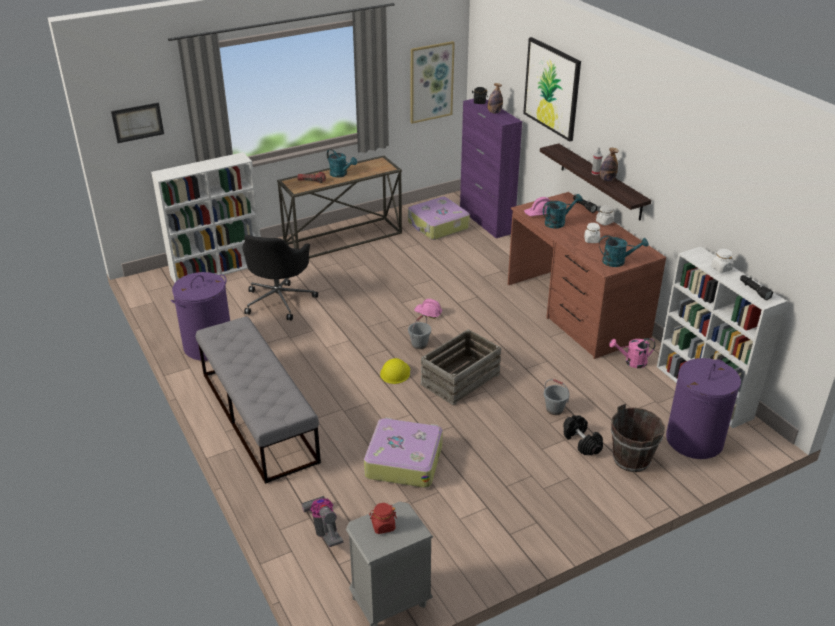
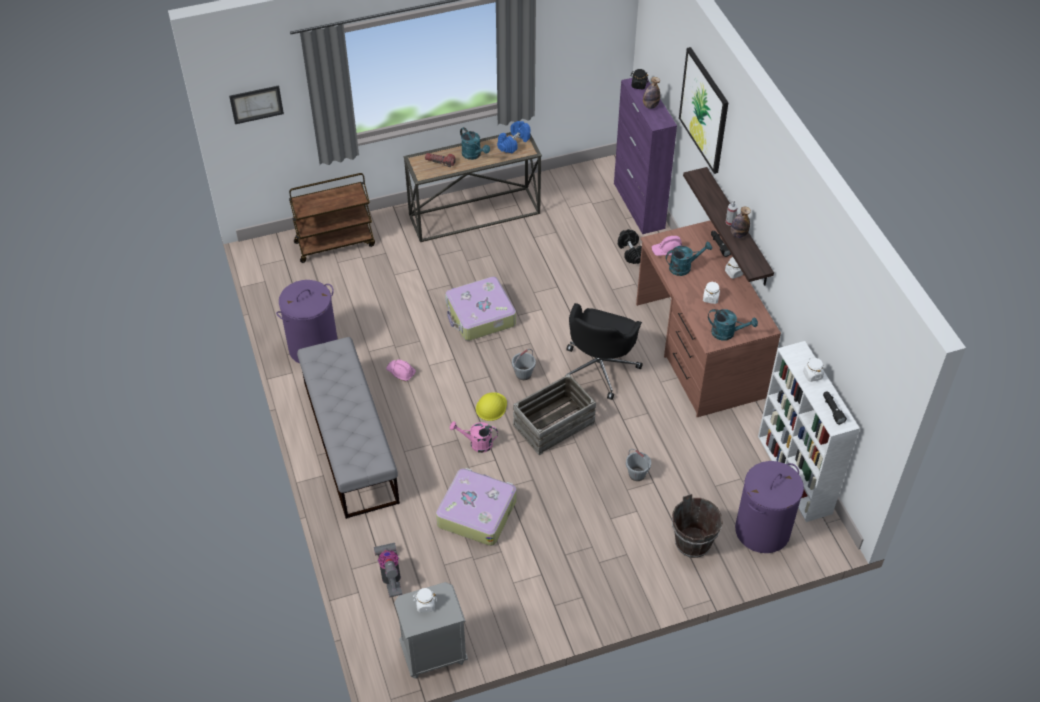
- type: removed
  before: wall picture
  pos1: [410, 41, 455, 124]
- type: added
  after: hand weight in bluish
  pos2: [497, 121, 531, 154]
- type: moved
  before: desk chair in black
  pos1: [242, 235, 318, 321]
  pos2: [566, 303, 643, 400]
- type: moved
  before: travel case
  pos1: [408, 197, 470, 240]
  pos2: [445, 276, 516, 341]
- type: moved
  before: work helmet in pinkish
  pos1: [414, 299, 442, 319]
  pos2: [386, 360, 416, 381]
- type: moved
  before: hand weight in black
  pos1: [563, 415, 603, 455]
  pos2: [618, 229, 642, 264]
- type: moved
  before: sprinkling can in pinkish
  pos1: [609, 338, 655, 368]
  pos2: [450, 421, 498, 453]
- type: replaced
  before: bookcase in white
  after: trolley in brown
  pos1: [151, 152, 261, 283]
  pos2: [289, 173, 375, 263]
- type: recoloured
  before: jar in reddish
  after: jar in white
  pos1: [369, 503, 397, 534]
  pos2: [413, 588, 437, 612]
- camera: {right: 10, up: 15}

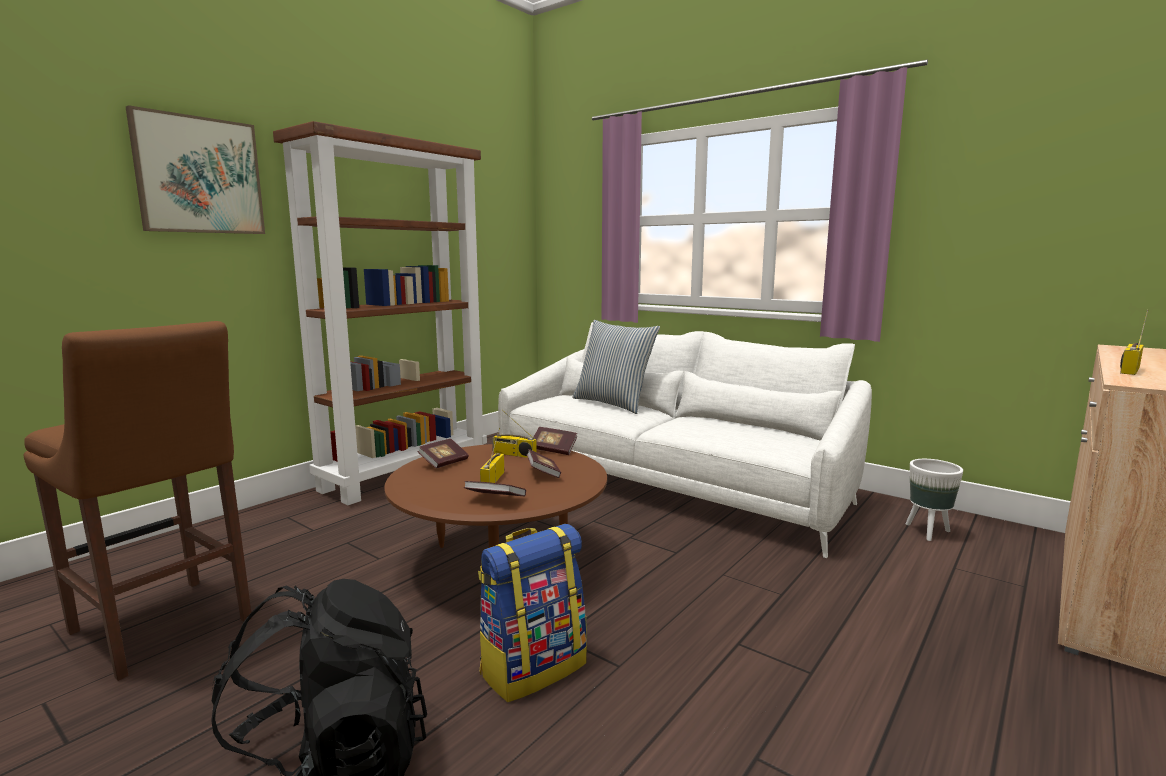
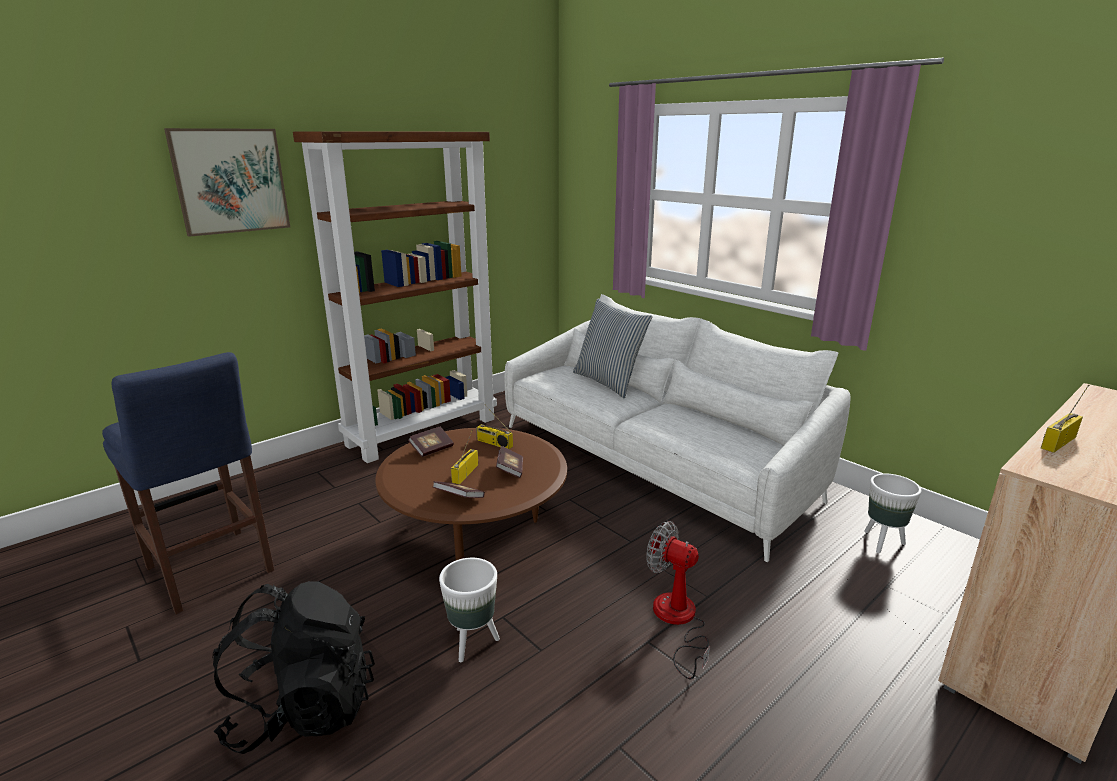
- type: removed
  before: book
  pos1: [533, 427, 577, 455]
- type: added
  after: cooling fan
  pos2: [646, 521, 710, 680]
- type: replaced
  before: rucksack
  after: planter in white
  pos1: [478, 524, 587, 702]
  pos2: [439, 558, 500, 662]
- type: recoloured
  before: sitting stool in brown
  after: sitting stool in bluish
  pos1: [24, 321, 252, 681]
  pos2: [102, 352, 274, 614]
- camera: {right: 10, up: 10}

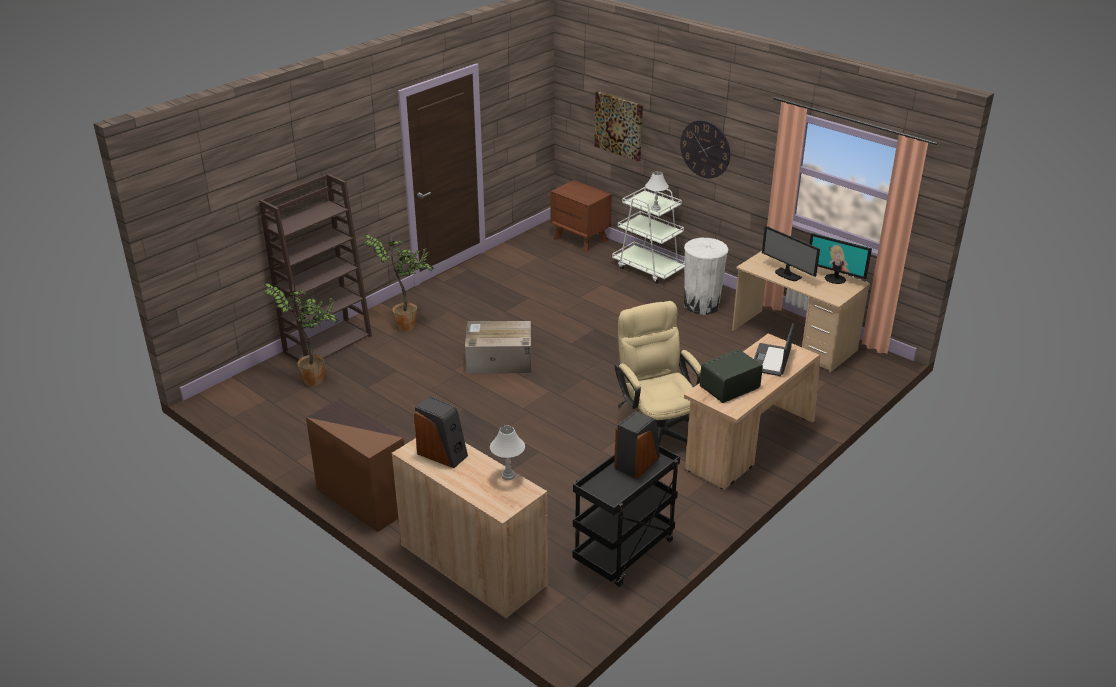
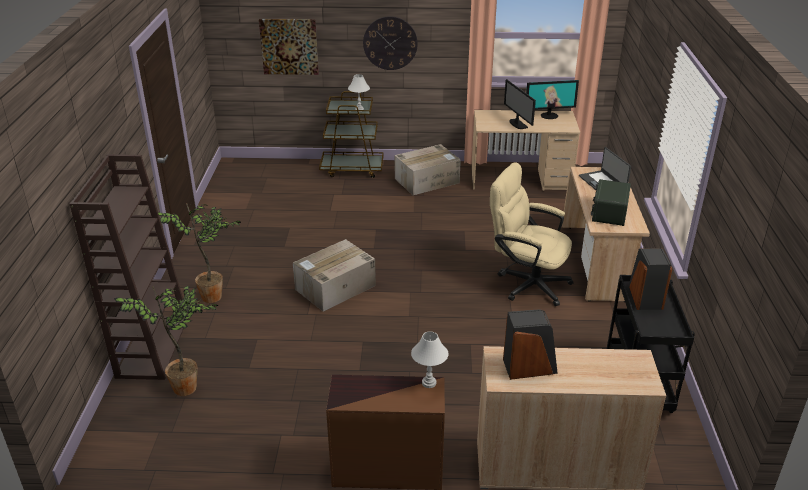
- type: removed
  before: nightstand in brown
  pos1: [550, 180, 612, 253]
- type: moved
  before: tabletop lamp in white
  pos1: [490, 426, 525, 480]
  pos2: [411, 331, 449, 388]
- type: replaced
  before: waste bin in white
  after: carton
  pos1: [684, 238, 729, 315]
  pos2: [395, 144, 461, 195]
- type: recoloured
  before: trolley in white
  after: trolley in brown
  pos1: [612, 187, 685, 284]
  pos2: [319, 91, 383, 178]
- type: turned
  before: computer display
  pos1: [762, 226, 820, 281]
  pos2: [504, 79, 536, 129]
  turn: 60
- camera: {right: -40, up: 0}

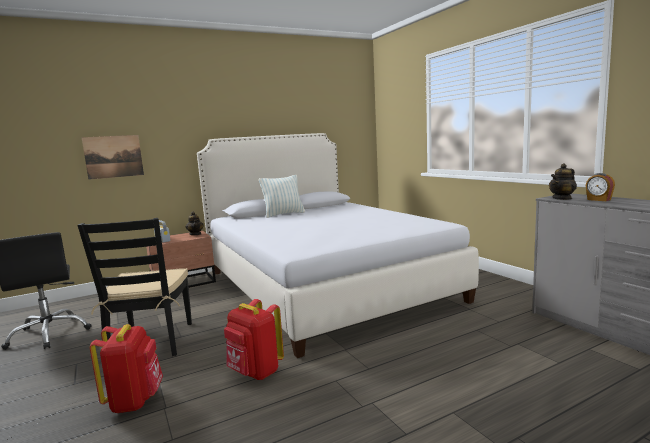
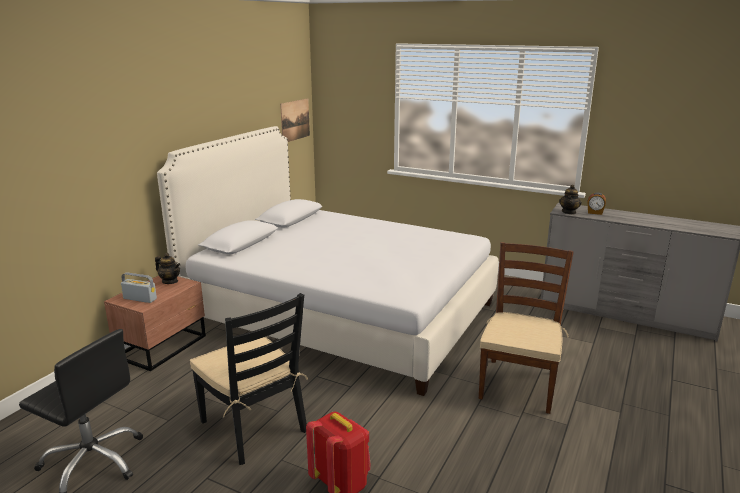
- type: removed
  before: rucksack in reddish
  pos1: [224, 299, 284, 380]
- type: removed
  before: pillow
  pos1: [259, 175, 305, 218]
- type: added
  after: chair in brown
  pos2: [479, 242, 574, 414]
- type: moved
  before: wall picture
  pos1: [81, 135, 144, 180]
  pos2: [280, 98, 310, 142]
- camera: {right: -35, up: 10}

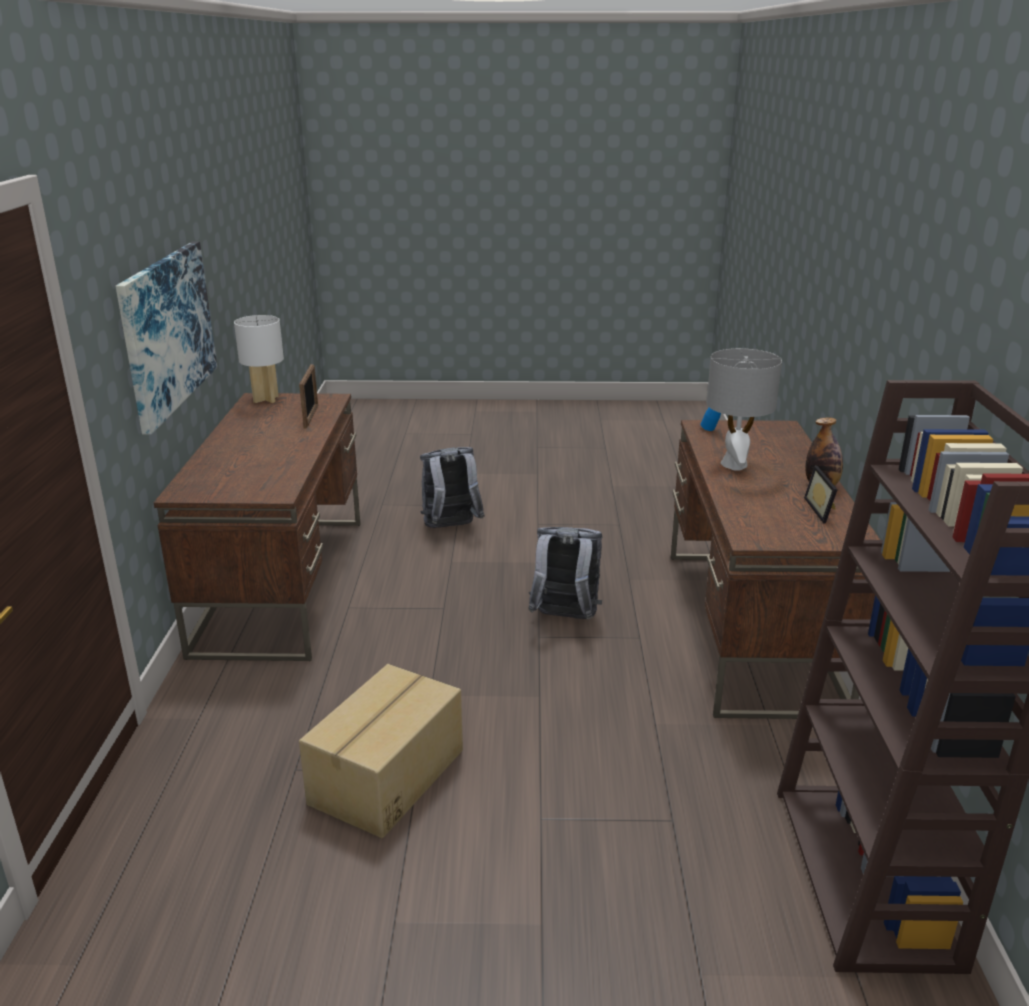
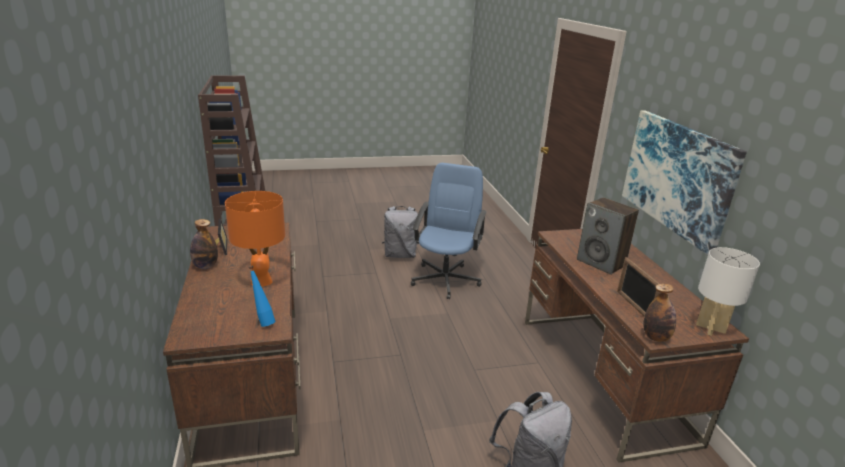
- type: added
  after: speaker
  pos2: [577, 197, 639, 275]
- type: added
  after: bottle
  pos2: [643, 283, 676, 342]
- type: moved
  before: rucksack in gray
  pos1: [528, 527, 602, 619]
  pos2: [382, 206, 419, 258]
- type: replaced
  before: carton
  after: desk chair in bluish
  pos1: [299, 664, 463, 838]
  pos2: [411, 163, 487, 299]
- type: recoloured
  before: tabletop lamp in gray
  after: tabletop lamp in orange-coloured
  pos1: [707, 348, 782, 471]
  pos2: [225, 191, 285, 287]
- camera: {right: 165, up: 0}

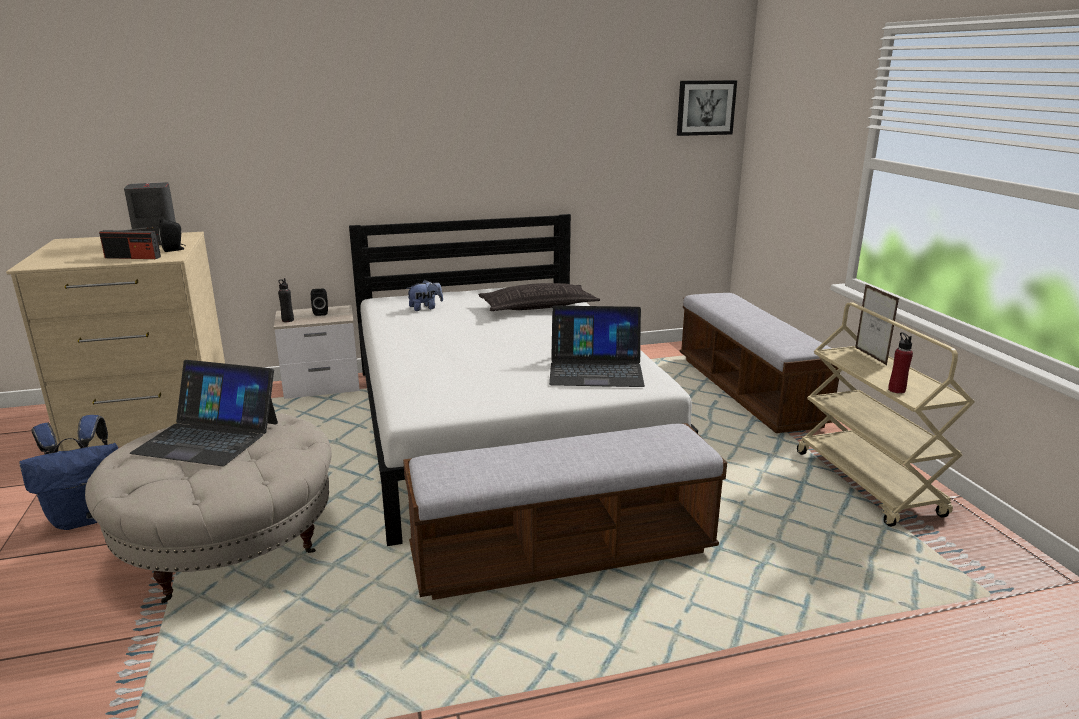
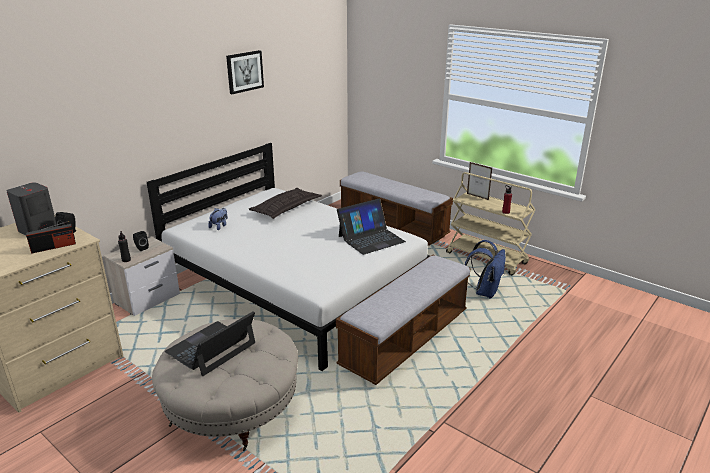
- type: moved
  before: rucksack in bluish
  pos1: [19, 415, 118, 530]
  pos2: [465, 240, 506, 298]
- type: moved
  before: wall picture
  pos1: [677, 80, 737, 136]
  pos2: [226, 50, 264, 94]
- type: turned
  before: portable computer
  pos1: [130, 360, 278, 466]
  pos2: [165, 311, 255, 376]
  turn: 150
- camera: {right: -35, up: 5}

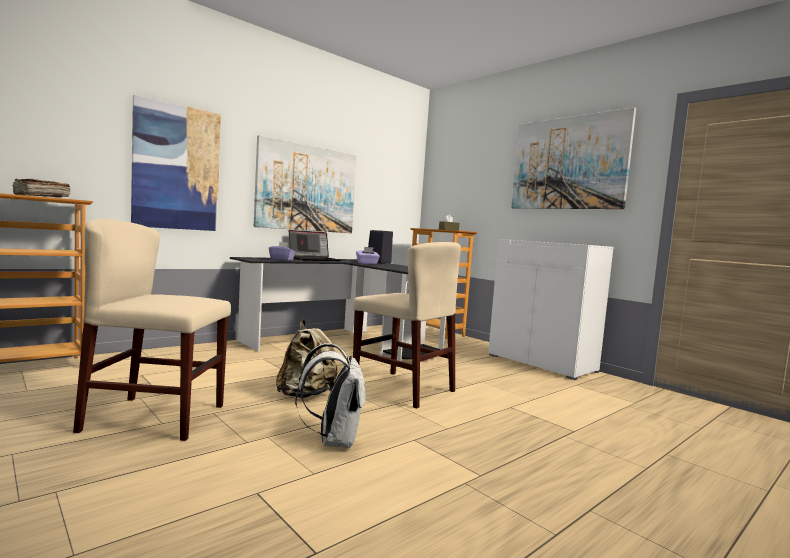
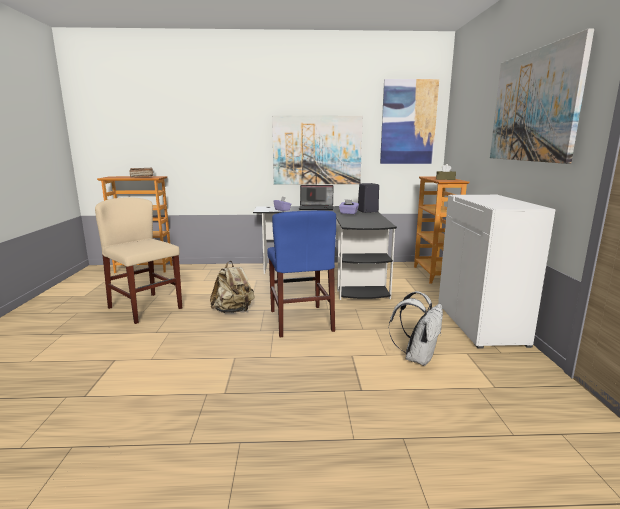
- type: moved
  before: wall picture
  pos1: [131, 95, 221, 231]
  pos2: [380, 79, 439, 164]
- type: moved
  before: rucksack in white
  pos1: [295, 343, 366, 448]
  pos2: [389, 291, 443, 366]
- type: recoloured
  before: chair in beige
  after: chair in bluish
  pos1: [353, 242, 461, 409]
  pos2: [267, 210, 336, 337]
- camera: {right: 40, up: 10}

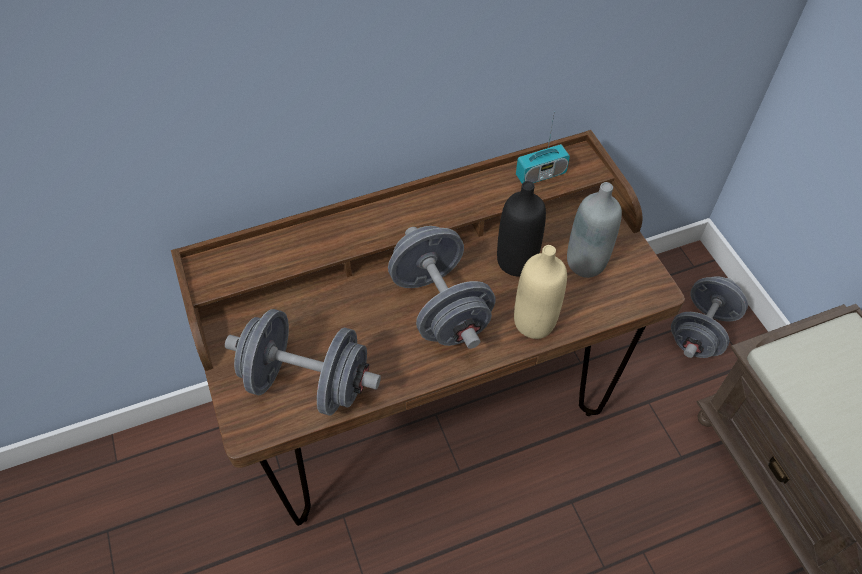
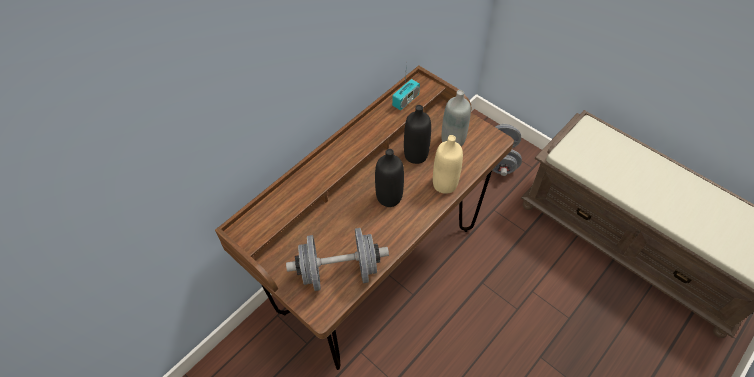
- type: replaced
  before: hand weight in gray
  after: bottle in black
  pos1: [388, 226, 495, 349]
  pos2: [375, 149, 404, 207]
- camera: {right: -25, up: 0}

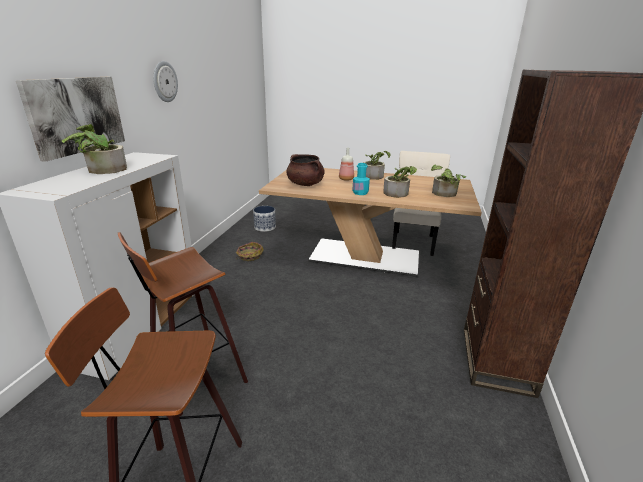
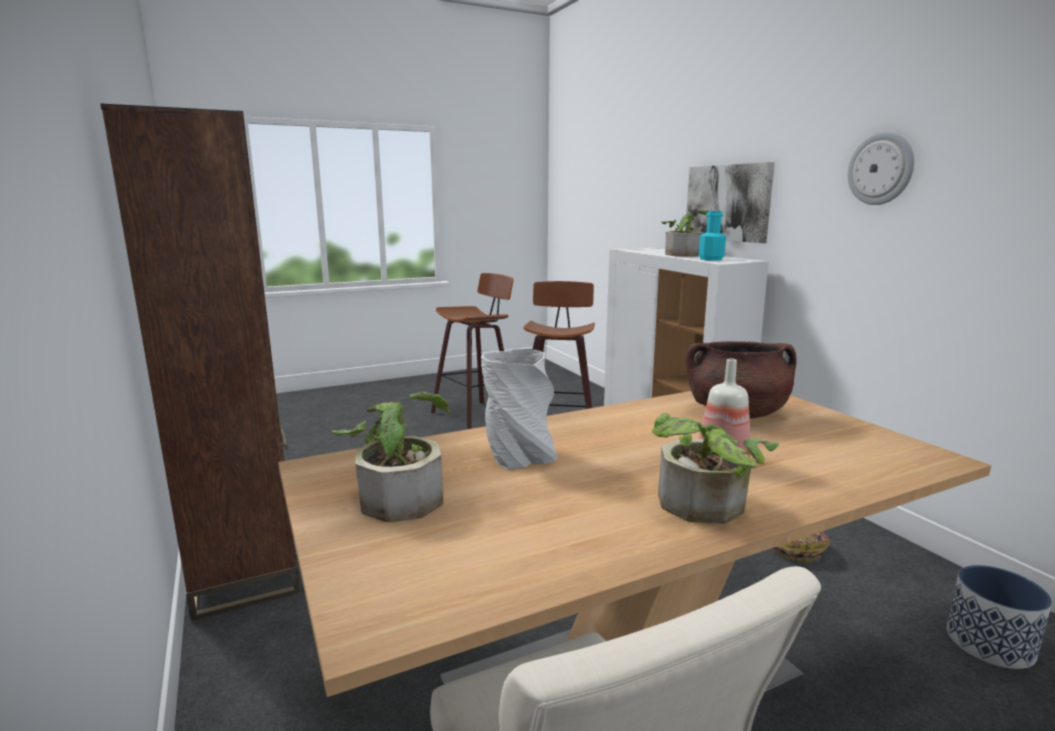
- type: moved
  before: bottle in blue-green
  pos1: [352, 163, 370, 195]
  pos2: [698, 211, 726, 261]
- type: replaced
  before: plant in a pot
  after: vase in gray
  pos1: [383, 166, 417, 198]
  pos2: [481, 348, 558, 469]
- camera: {right: 140, up: -10}

